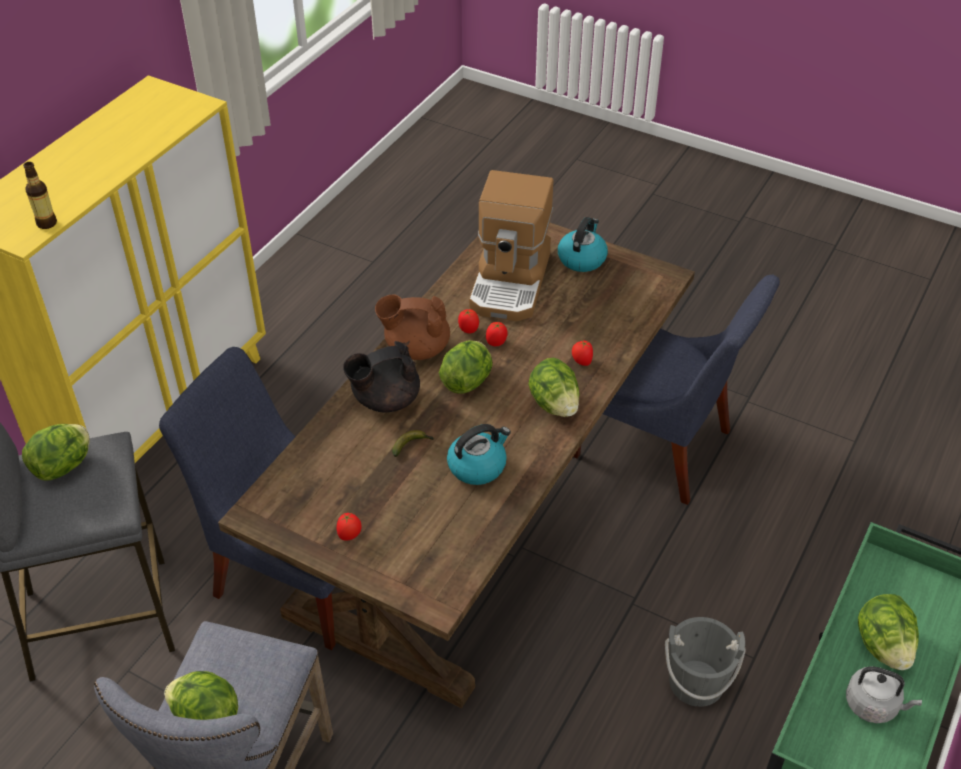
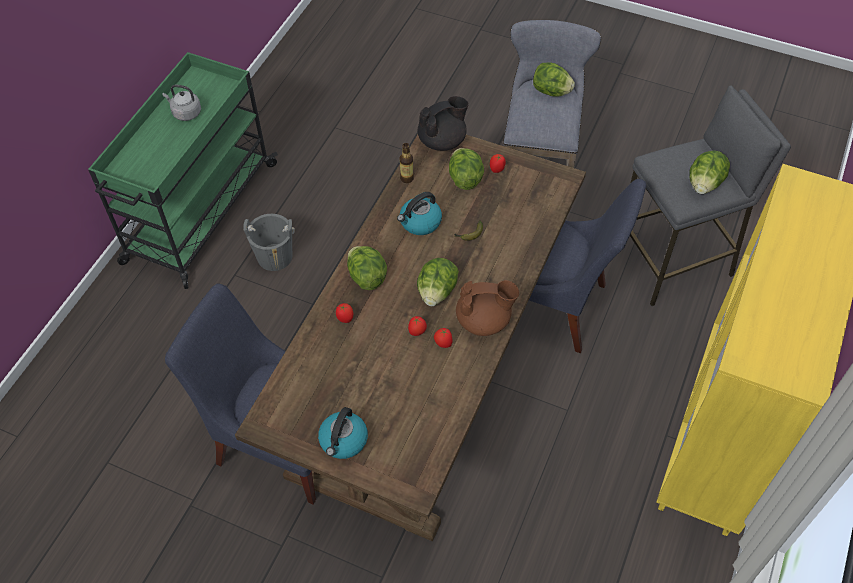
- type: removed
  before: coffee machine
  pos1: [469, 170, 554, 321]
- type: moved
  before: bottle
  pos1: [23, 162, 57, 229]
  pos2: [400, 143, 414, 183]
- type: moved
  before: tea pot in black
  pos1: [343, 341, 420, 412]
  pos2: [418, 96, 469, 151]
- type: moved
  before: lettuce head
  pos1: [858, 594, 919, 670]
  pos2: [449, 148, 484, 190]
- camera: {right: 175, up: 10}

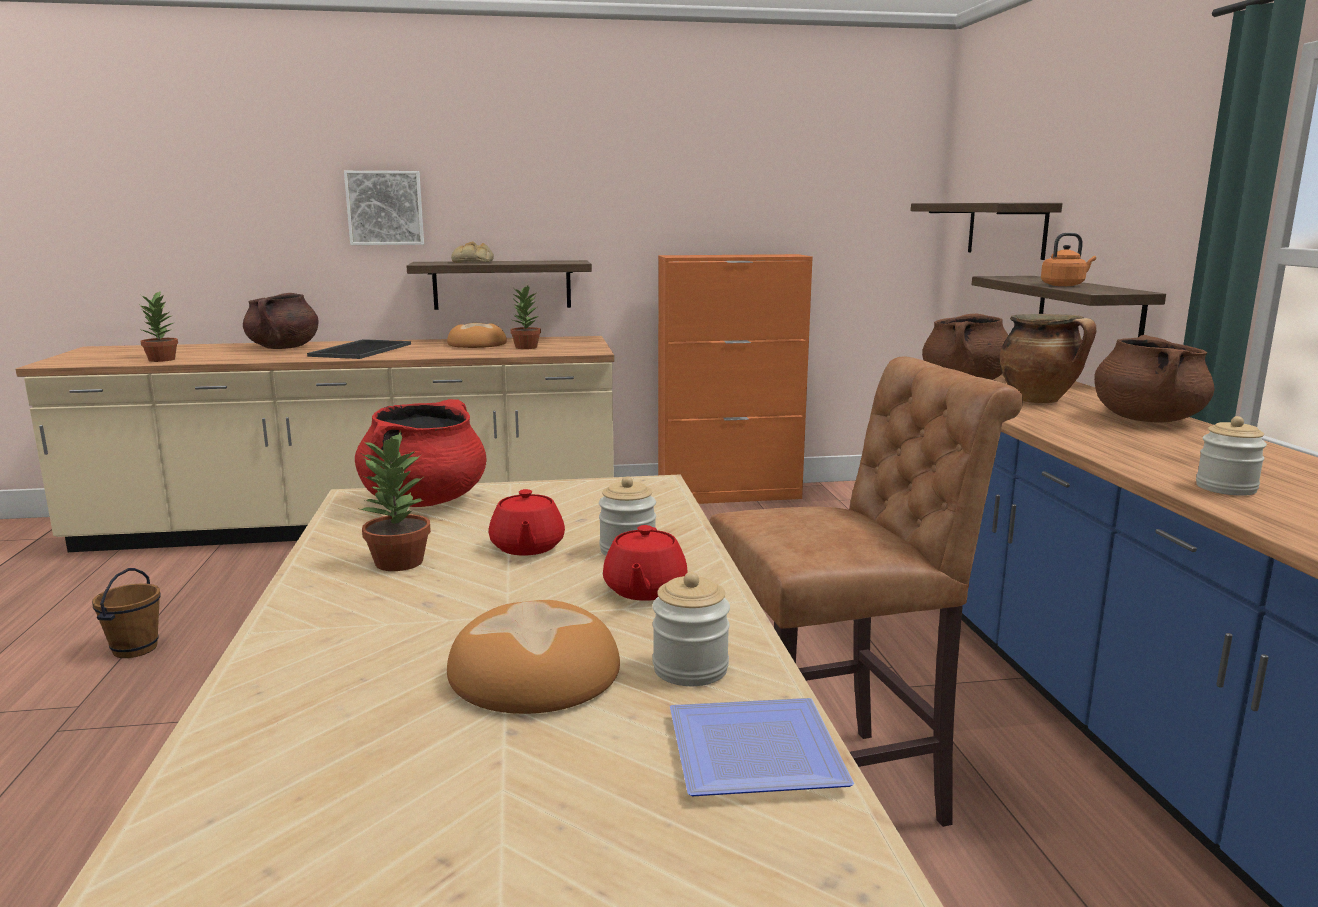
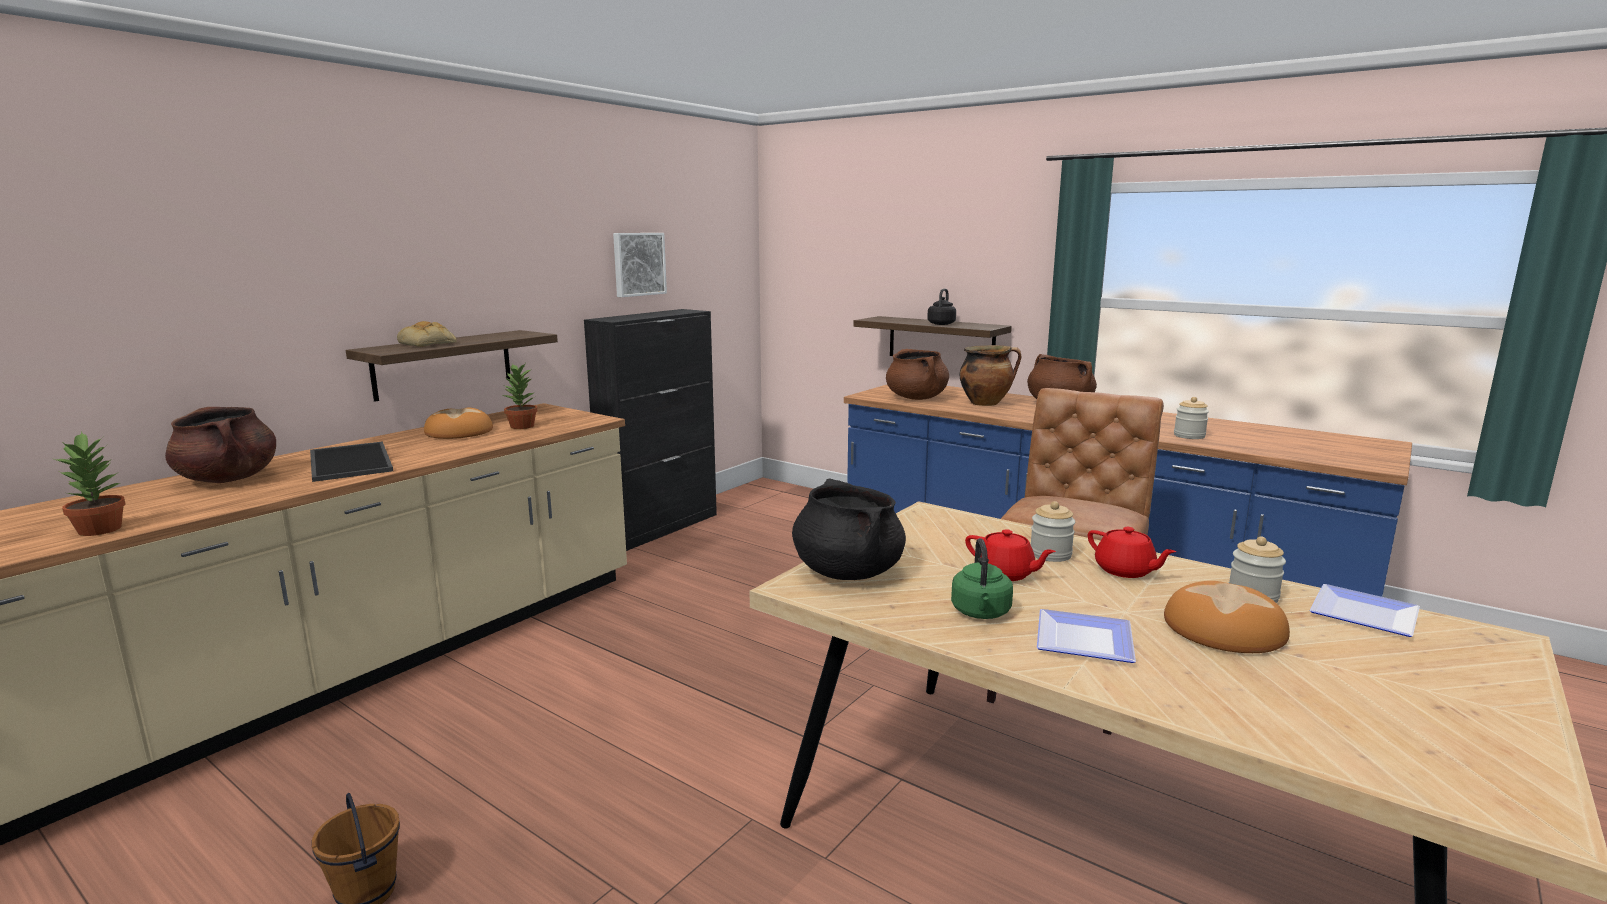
- type: removed
  before: shelf
  pos1: [911, 203, 1062, 260]
- type: added
  after: flat dish
  pos2: [1037, 609, 1136, 663]
- type: moved
  before: wall picture
  pos1: [344, 171, 424, 245]
  pos2: [613, 233, 667, 297]
- type: replaced
  before: plant in a pot
  after: kettle in green-coloured
  pos1: [361, 431, 431, 571]
  pos2: [951, 538, 1013, 619]
- type: recoloured
  before: saucepot in reddish
  after: saucepot in black
  pos1: [355, 399, 487, 507]
  pos2: [792, 478, 906, 580]
- type: recoloured
  before: storage cabinet in orange-coloured
  after: storage cabinet in black
  pos1: [658, 254, 813, 504]
  pos2: [584, 309, 717, 551]
- type: recoloured
  before: kettle in orange-coloured
  after: kettle in black
  pos1: [1041, 233, 1096, 286]
  pos2: [927, 289, 956, 325]
- camera: {right: -45, up: 0}

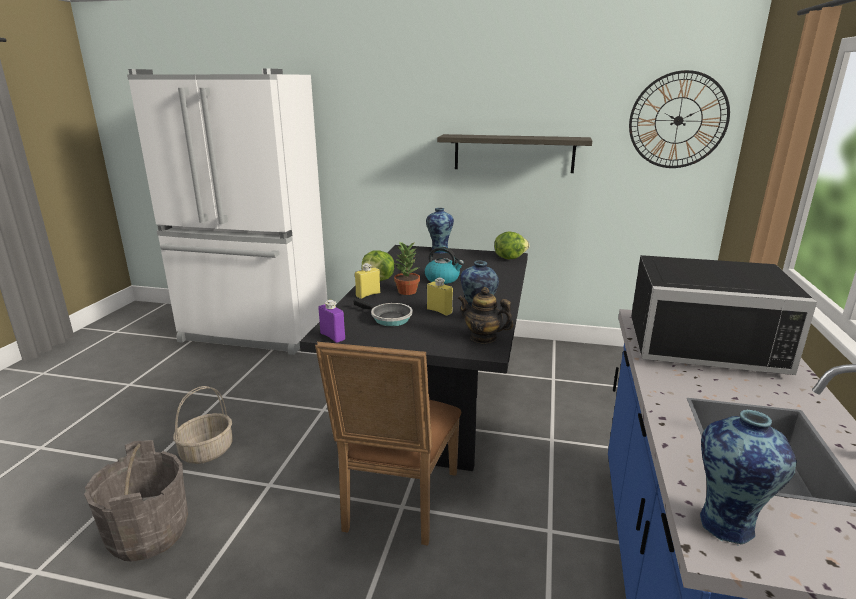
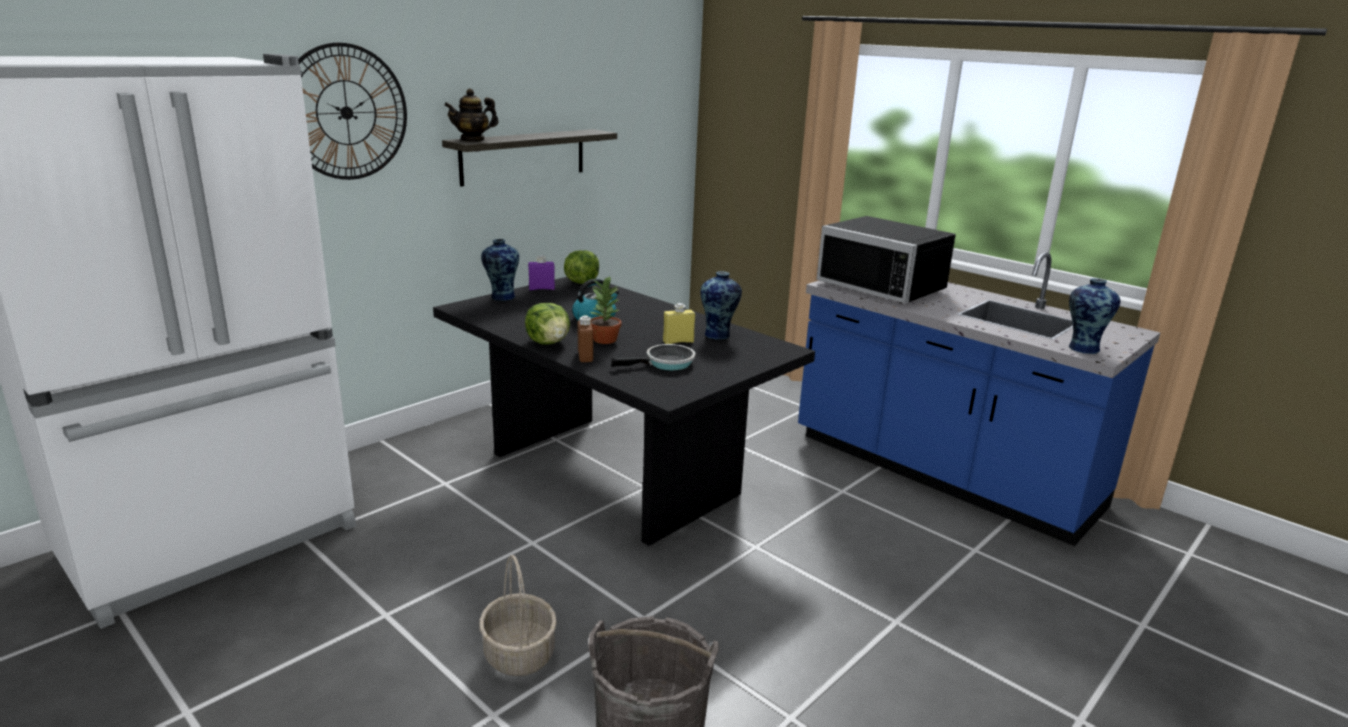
- type: removed
  before: chair in brown
  pos1: [315, 342, 461, 545]
- type: moved
  before: bottle in purple
  pos1: [319, 300, 345, 343]
  pos2: [528, 255, 555, 290]
- type: moved
  before: tea pot
  pos1: [458, 287, 513, 344]
  pos2: [444, 88, 498, 142]
- type: moved
  before: clock on the wall
  pos1: [629, 70, 730, 168]
  pos2: [298, 43, 407, 180]
- type: recoloured
  before: bottle in yellow-coloured
  after: bottle in brown
  pos1: [355, 263, 380, 299]
  pos2: [578, 316, 593, 362]
- type: turned
  before: microwave oven in black
  pos1: [631, 255, 817, 375]
  pos2: [817, 216, 956, 303]
  turn: 90
- camera: {right: -60, up: 0}

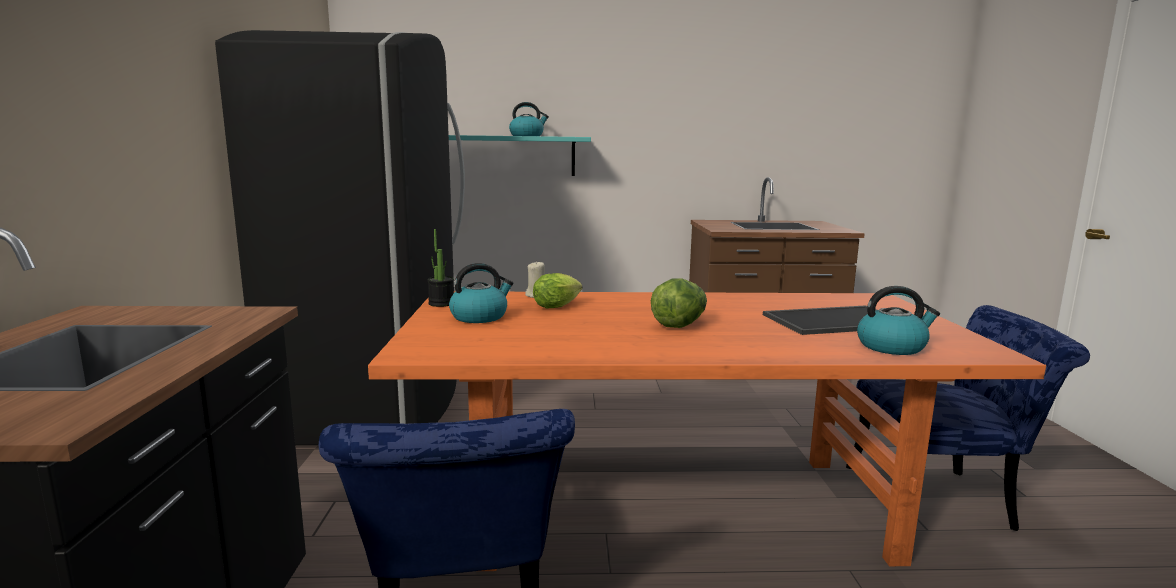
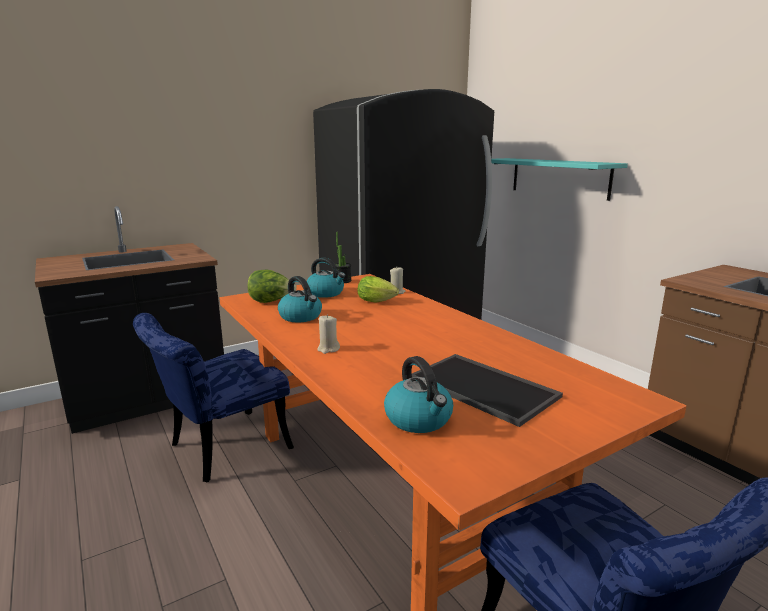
- type: added
  after: candle in beige
  pos2: [317, 315, 340, 354]
- type: moved
  before: kettle
  pos1: [509, 102, 549, 136]
  pos2: [278, 276, 322, 322]
- type: moved
  before: lettuce head
  pos1: [651, 279, 707, 328]
  pos2: [248, 269, 297, 303]
- camera: {right: 60, up: 5}

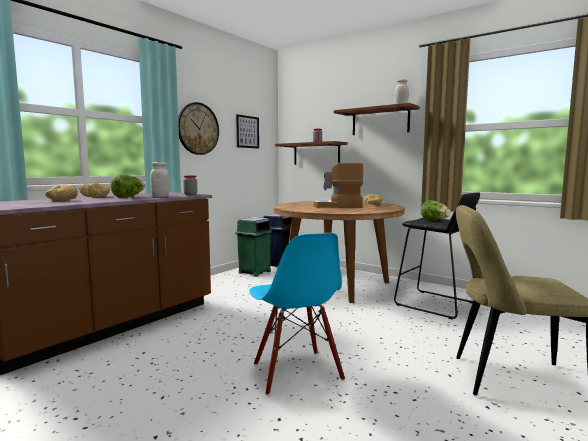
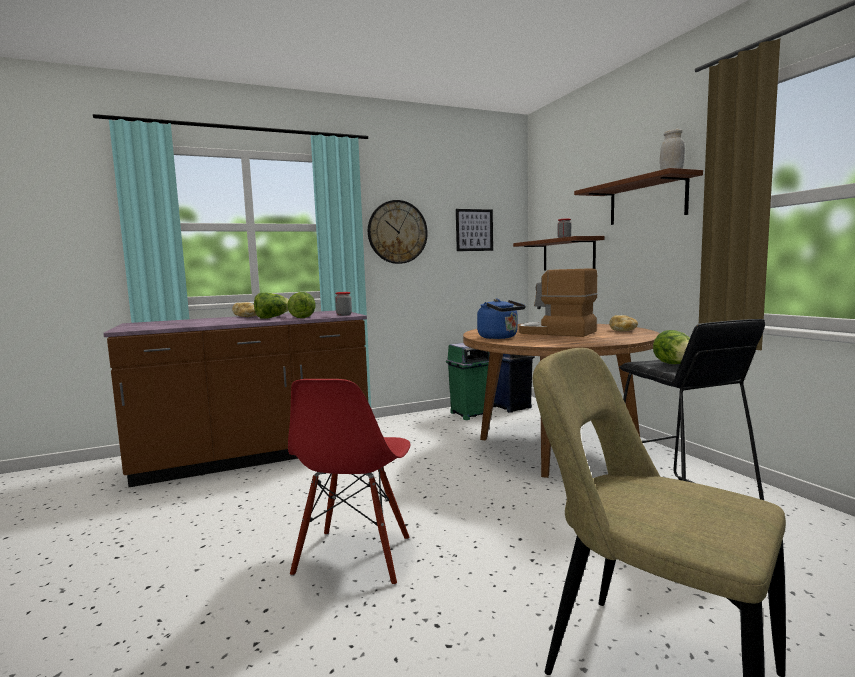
- type: removed
  before: bread
  pos1: [45, 185, 78, 200]
- type: added
  after: kettle in bluish
  pos2: [477, 298, 526, 339]
- type: replaced
  before: jar in white
  after: lettuce head
  pos1: [150, 162, 170, 197]
  pos2: [287, 292, 315, 318]
- type: recoloured
  before: chair in bluish
  after: chair in reddish
  pos1: [249, 233, 345, 395]
  pos2: [288, 379, 410, 586]
- camera: {right: 30, up: 0}

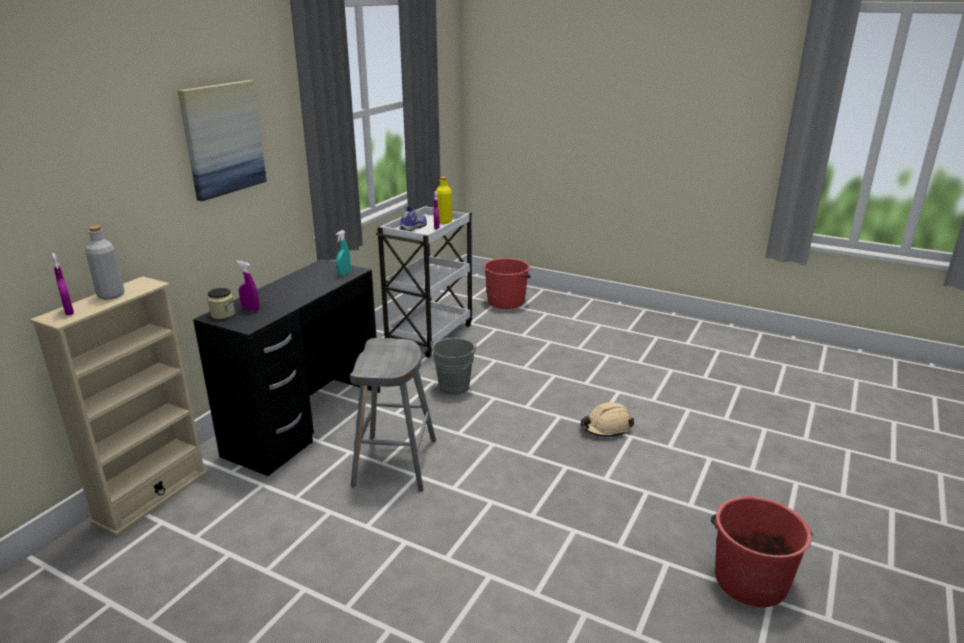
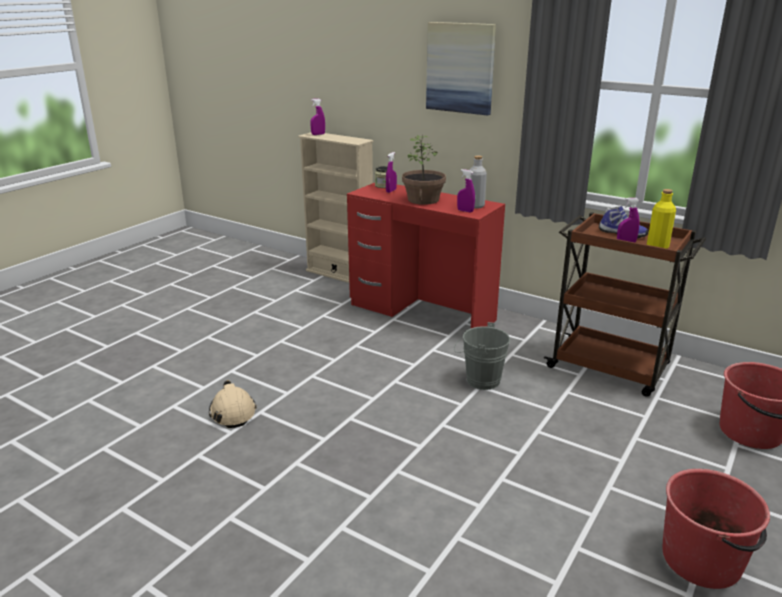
- type: removed
  before: sitting stool in gray
  pos1: [350, 338, 436, 492]
- type: added
  after: plant in a pot
  pos2: [402, 135, 446, 205]
- type: moved
  before: bottle in gray
  pos1: [85, 225, 125, 300]
  pos2: [469, 156, 487, 209]
- type: moved
  before: work helmet in beige
  pos1: [581, 402, 634, 437]
  pos2: [209, 381, 257, 428]
- type: moved
  before: pail in reddish
  pos1: [711, 496, 813, 607]
  pos2: [662, 469, 770, 589]
- type: recoloured
  before: desk table in black
  after: desk table in reddish
  pos1: [193, 259, 380, 476]
  pos2: [347, 183, 505, 328]
- type: recoloured
  before: hand sprayer in blue-green
  after: hand sprayer in purple
  pos1: [336, 230, 351, 276]
  pos2: [457, 169, 475, 212]
- type: recoloured
  before: trolley in white
  after: trolley in brown
  pos1: [376, 206, 472, 358]
  pos2: [544, 212, 706, 397]
- camera: {right: 95, up: 0}

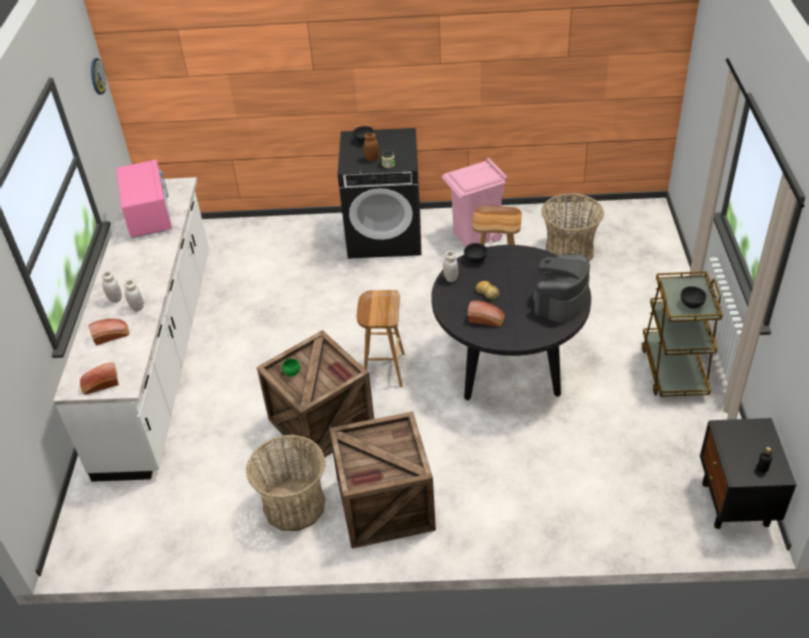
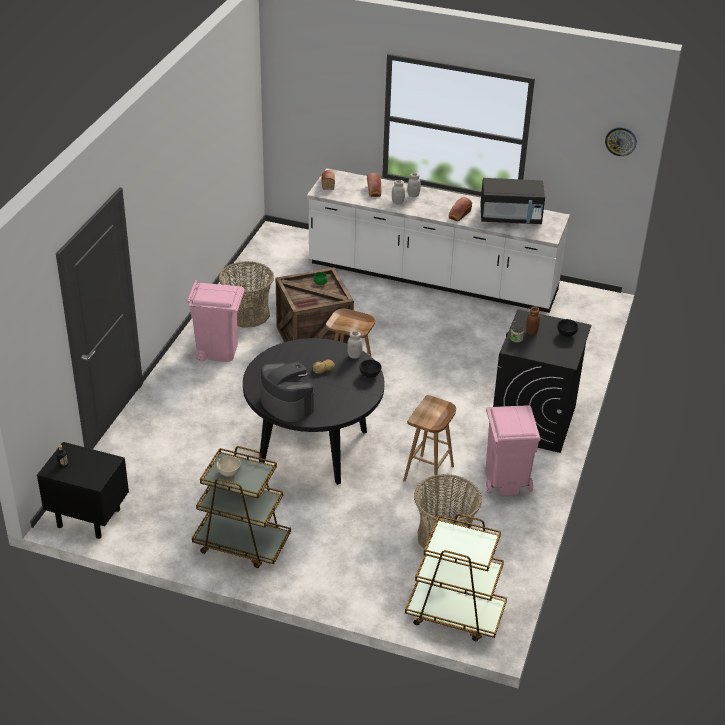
- type: added
  after: trolley in brown
  pos2: [405, 514, 507, 641]
- type: moved
  before: bread
  pos1: [468, 300, 505, 327]
  pos2: [449, 197, 472, 221]
- type: replaced
  before: crate
  after: waste bin in pinkish
  pos1: [329, 411, 436, 549]
  pos2: [186, 280, 245, 362]
- type: recoloured
  before: microwave oven in pinkish
  after: microwave oven in black
  pos1: [116, 159, 172, 239]
  pos2: [480, 178, 545, 224]
- type: recoloured
  before: serving bowl in black
  after: serving bowl in beige
  pos1: [681, 286, 706, 309]
  pos2: [216, 456, 241, 477]
- camera: {right: 105, up: -5}

